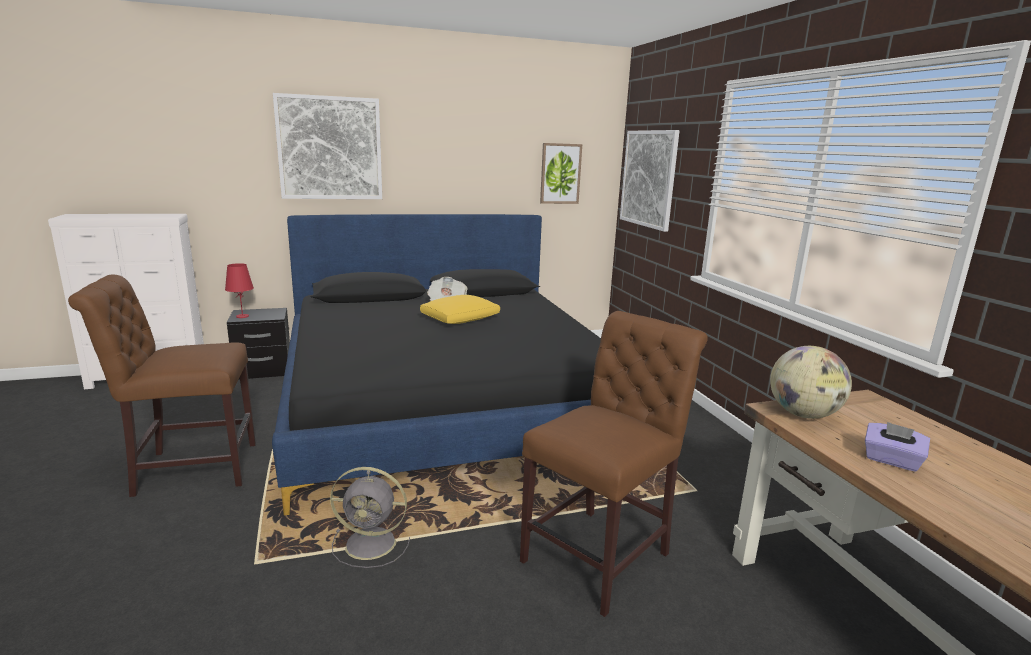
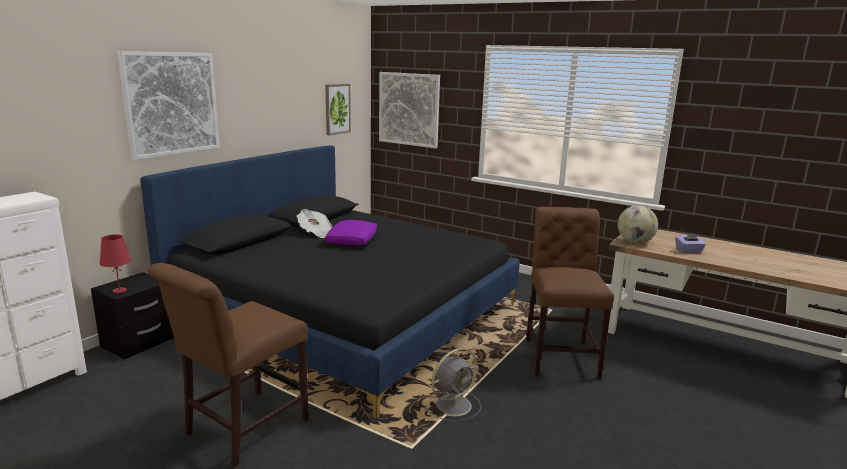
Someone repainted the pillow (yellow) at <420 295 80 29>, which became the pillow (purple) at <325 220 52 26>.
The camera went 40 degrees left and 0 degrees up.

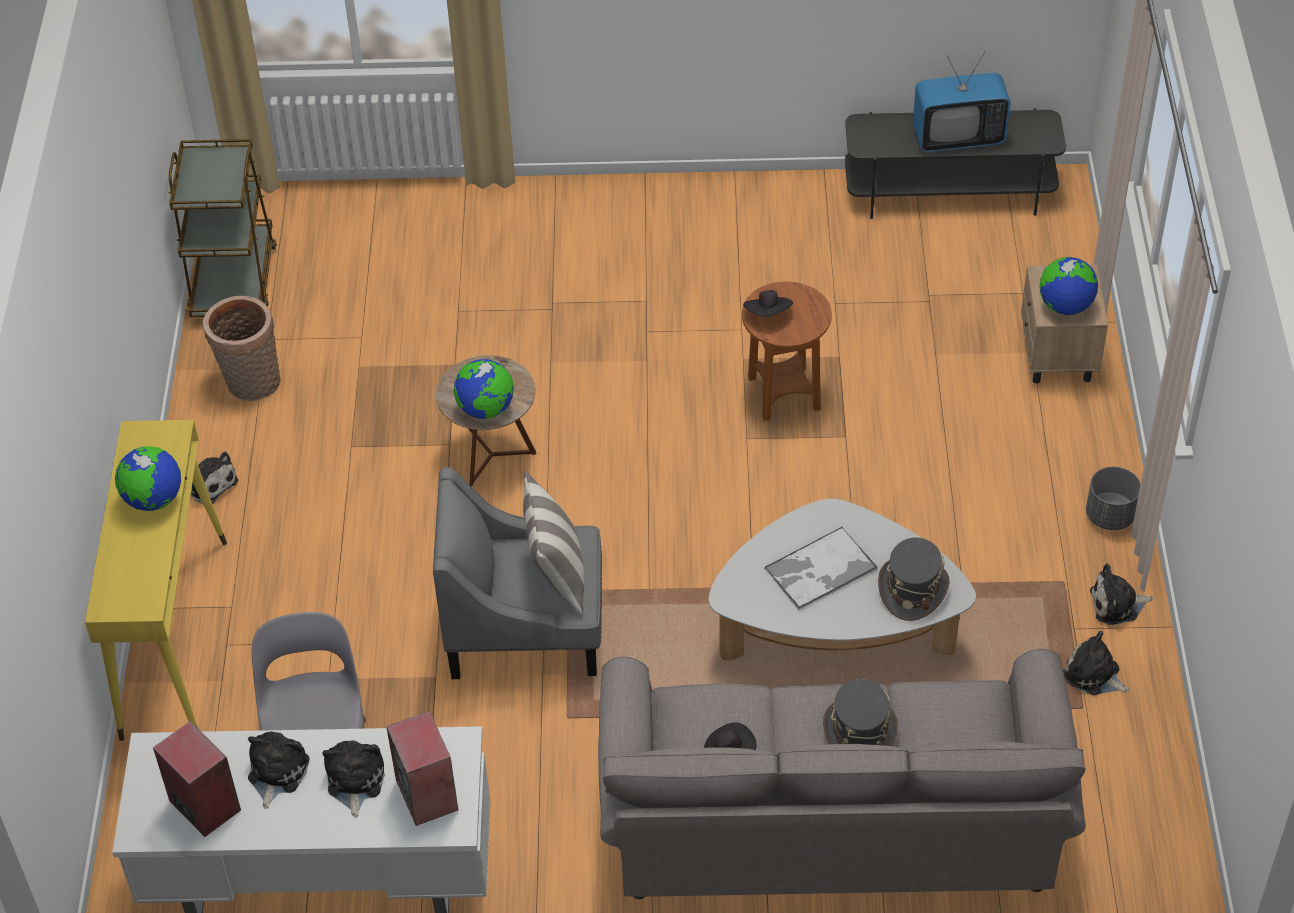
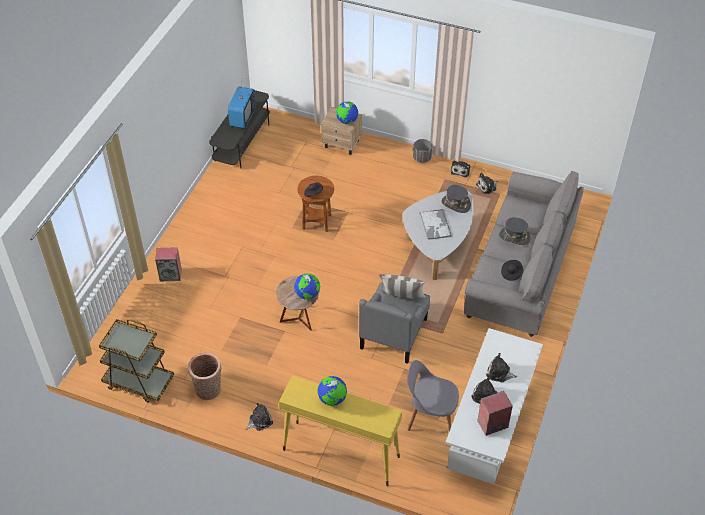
Someone carried the speaker from <386 711 72 115> to <155 247 27 34>.
The camera went 70 degrees left and 0 degrees up.

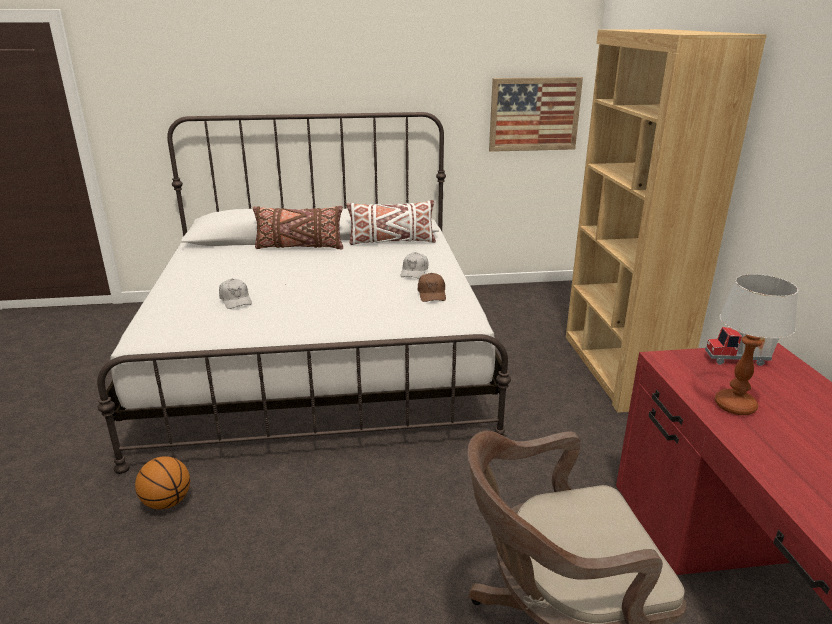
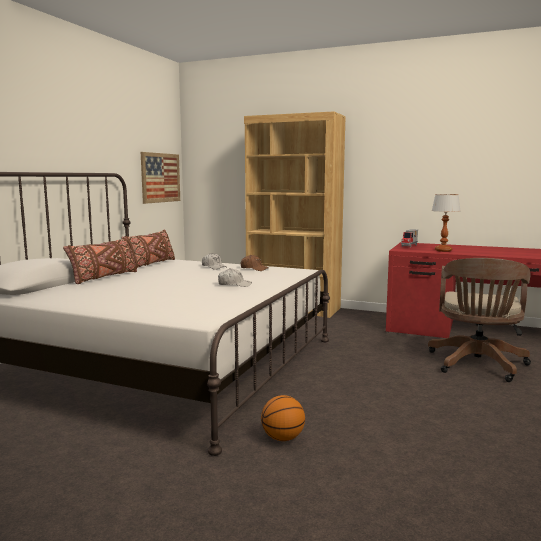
Someone repainted the pillow (white) at <346 200 90 45>, which became the pillow (brown) at <122 229 53 40>.
Someone carried the cap (white) from <219 279 33 30> to <218 268 34 19>.
The camera went 60 degrees left and 15 degrees down.

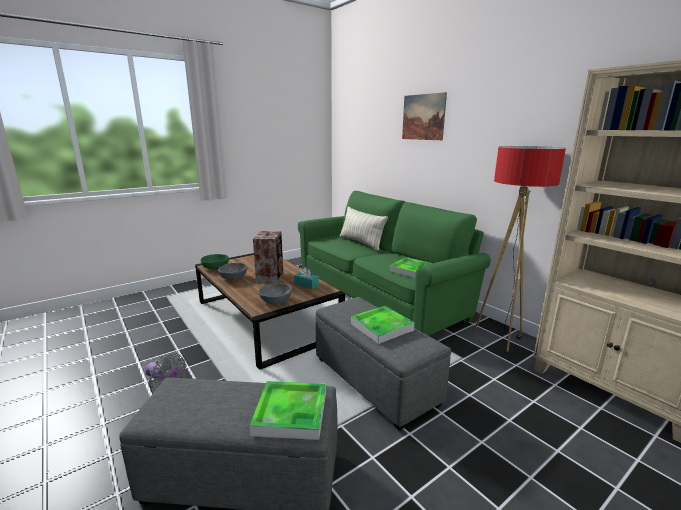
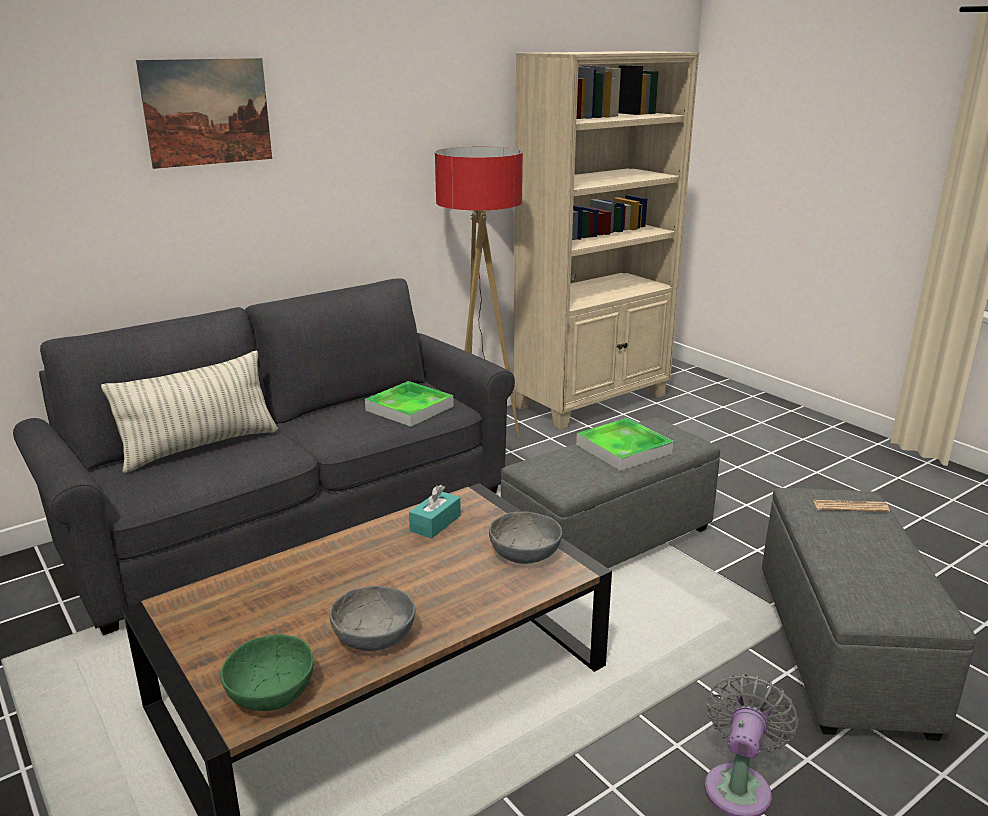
Someone repainted the sofa (green) at <298 191 193 145>, which became the sofa (grey) at <13 278 502 357>.
Someone took away the speaker at <253 231 30 52>.
Someone swapped the tray at <250 381 76 59> for the newspaper at <814 500 76 12>.
The camera went 90 degrees left and 5 degrees up.

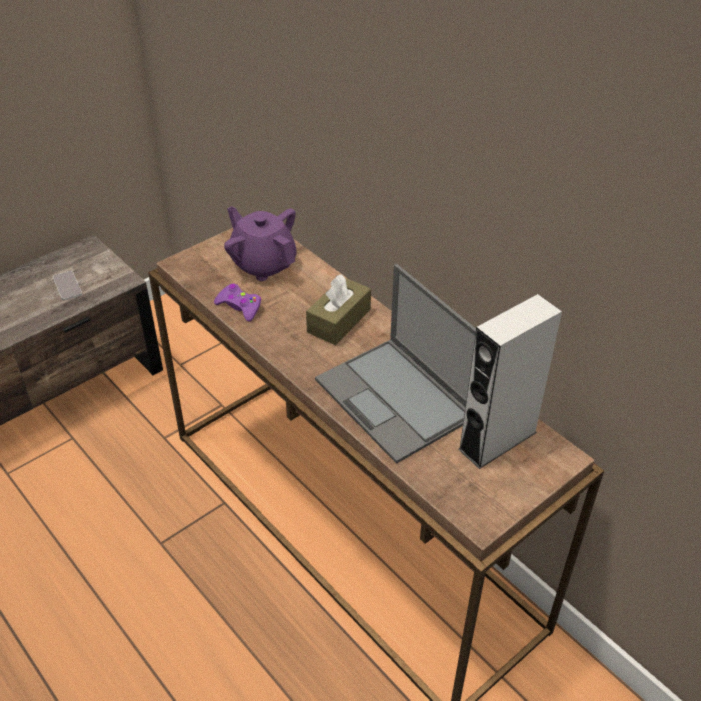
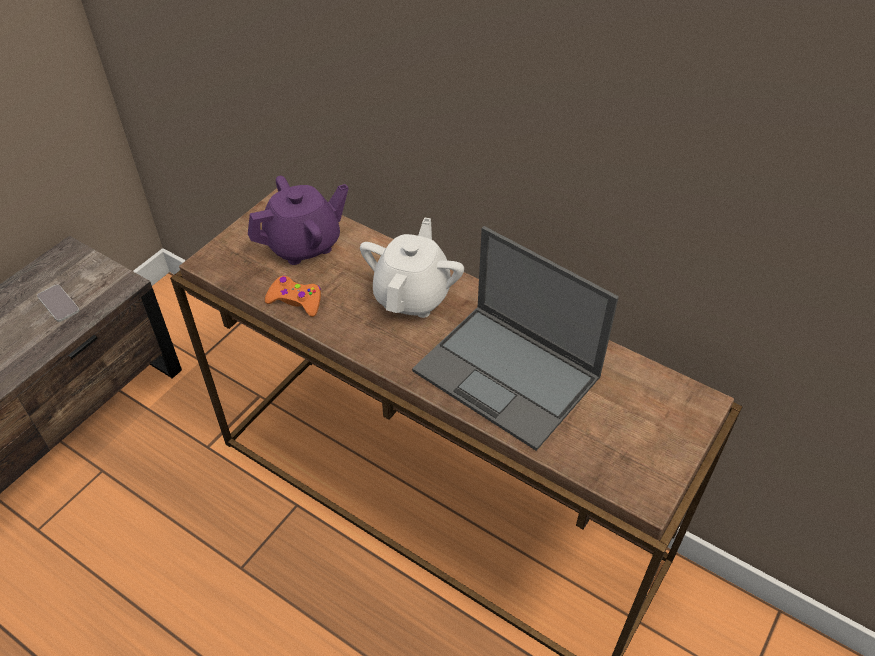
Someone rotated the teapot (purple) at <224 206 73 75> by 120 degrees clockwise.
Someone swapped the tissue box (brown) at <306 274 65 71> for the teapot (white) at <360 217 104 101>.
Someone repainted the game controller (purple) at <214 284 47 38>, which became the game controller (orange) at <265 276 56 41>.
Someone took away the speaker (grey) at <458 294 104 175>.
The camera went 15 degrees left and 5 degrees up.

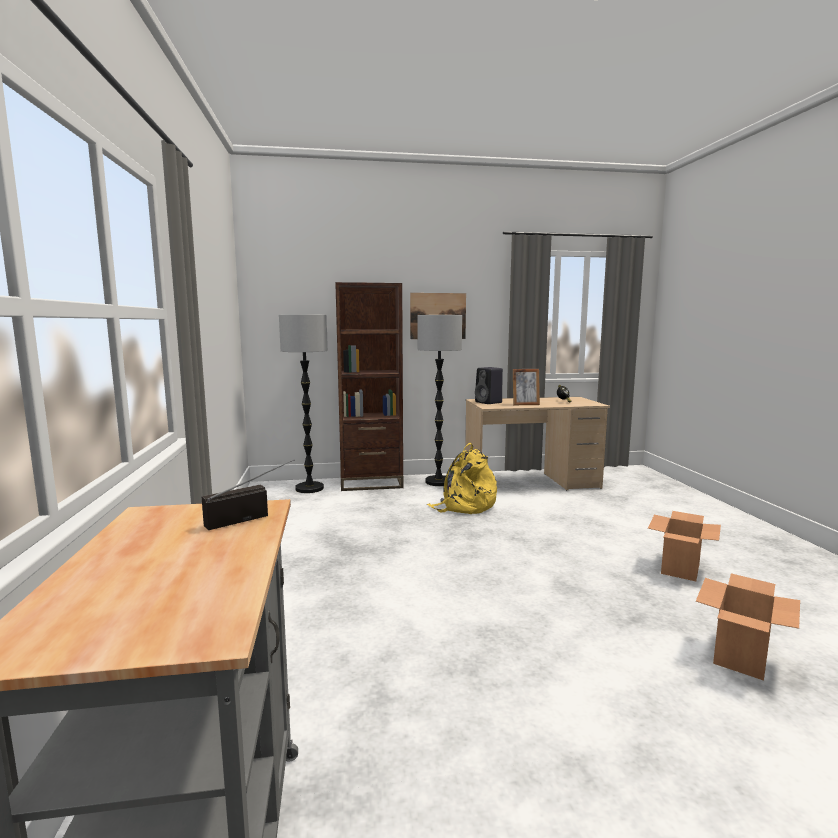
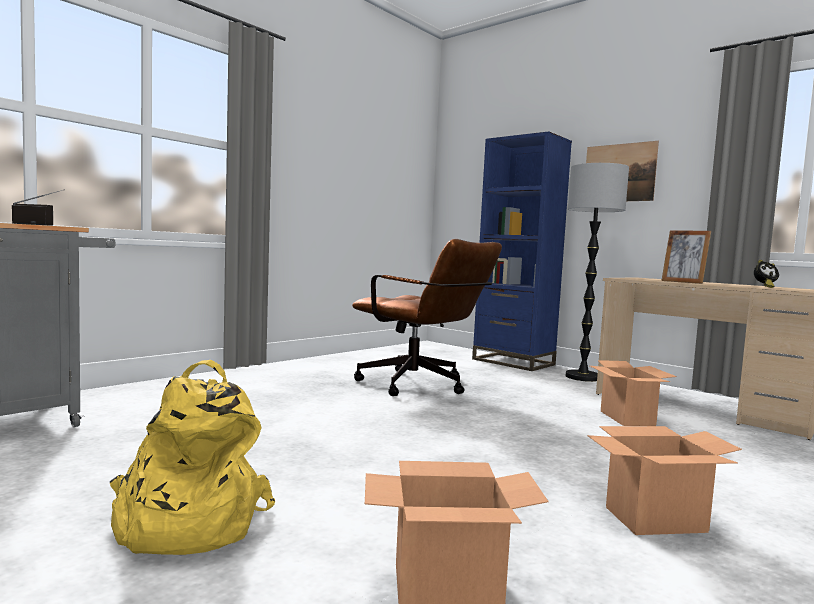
Someone repainted the bookcase (brown) at <335 282 69 209>, which became the bookcase (blue) at <472 131 100 240>.
Someone took away the floor lamp at <279 314 49 179>.
Someone took away the speaker (black) at <475 367 28 37>.
Someone carried the backpack (yellow) from <427 443 70 71> to <110 360 165 195>.
Someone put down the office chair (brown) at <352 239 150 157>.
Someone put down the cardboard box at <590 360 87 66>.
The camera went 50 degrees right and 5 degrees down.

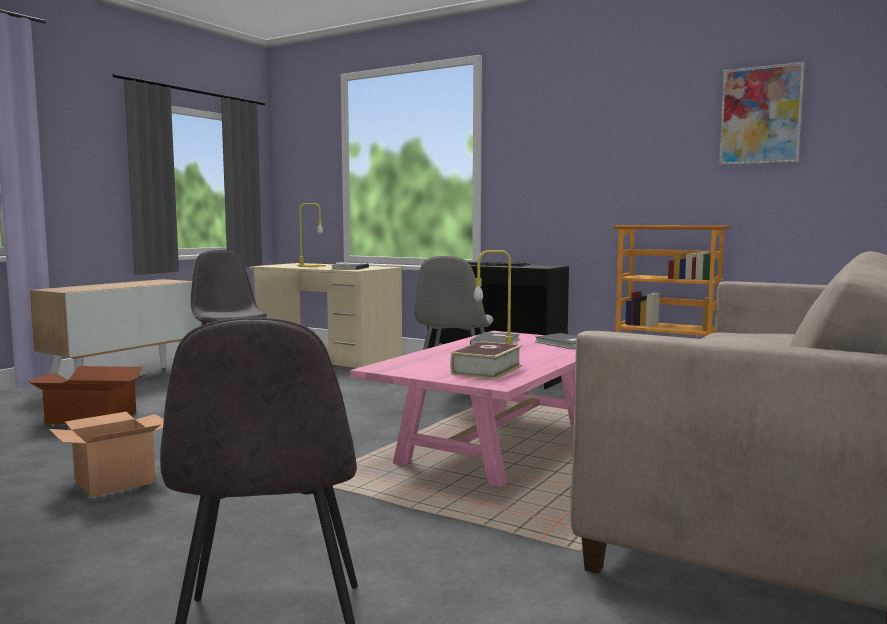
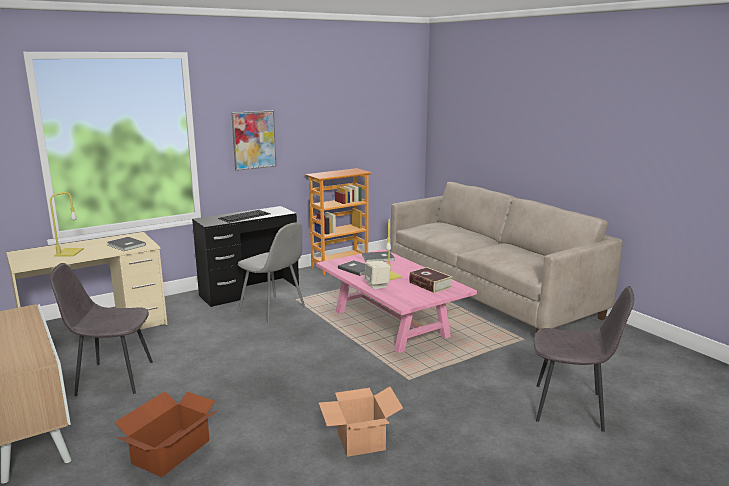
Someone carried the picture from <719 62 86 103> to <231 110 46 61>.
Someone put down the speaker (beige) at <364 261 27 28>.
The camera went 65 degrees left and 10 degrees up.

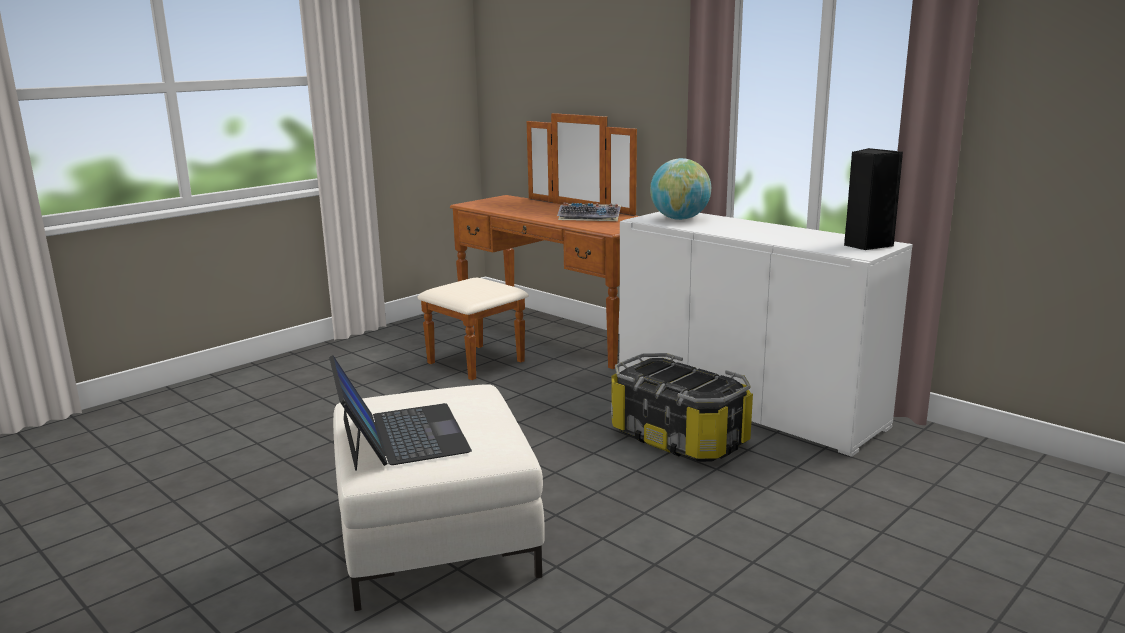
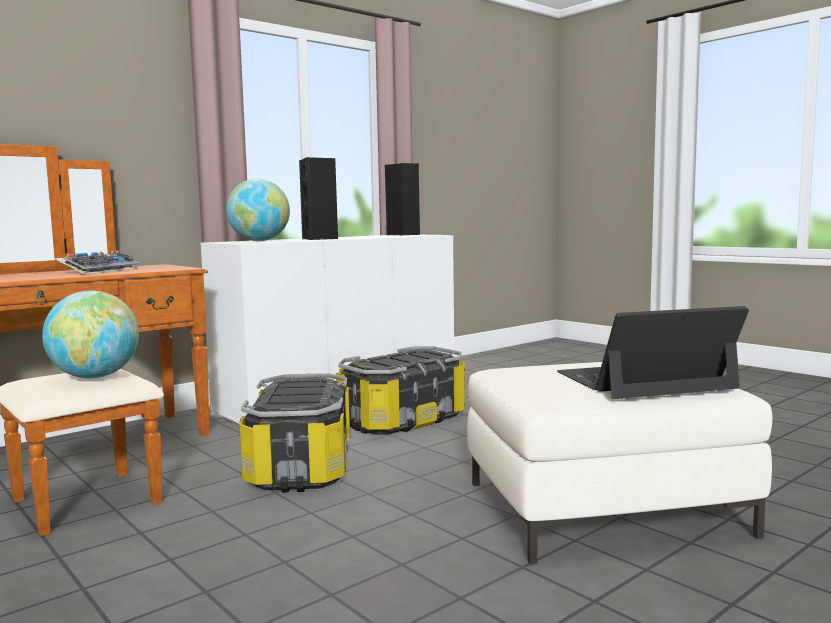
Someone put down the speaker (black) at <299 157 39 83>.
Someone put down the globe at <42 291 97 87>.
Someone put down the storage box at <239 373 111 120>.
The camera went 85 degrees left and 10 degrees down.

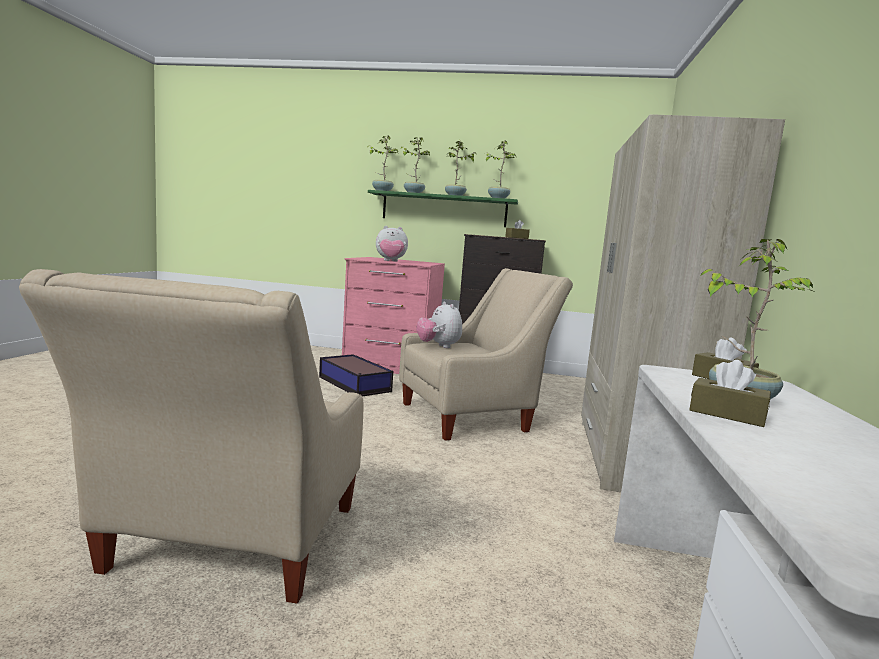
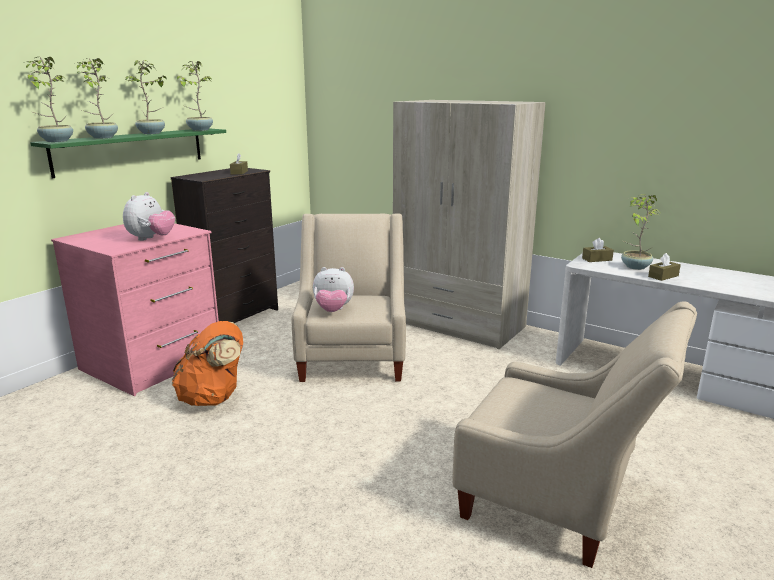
Someone swapped the storage box at <319 354 74 43> for the backpack (orange) at <172 321 71 85>.
The camera went 65 degrees left and 10 degrees up.

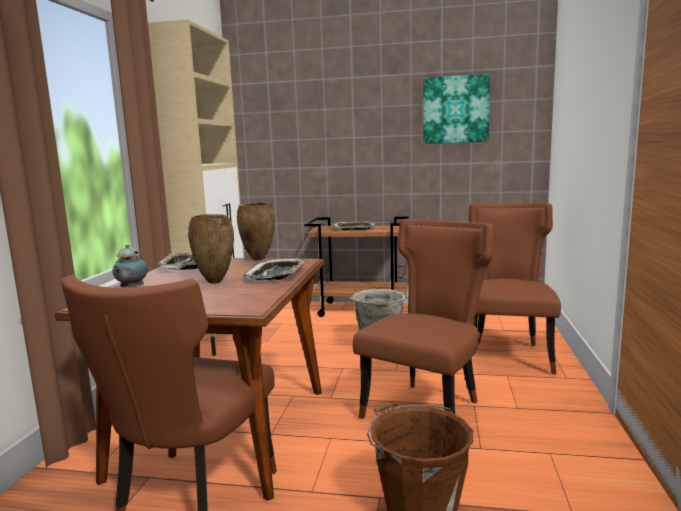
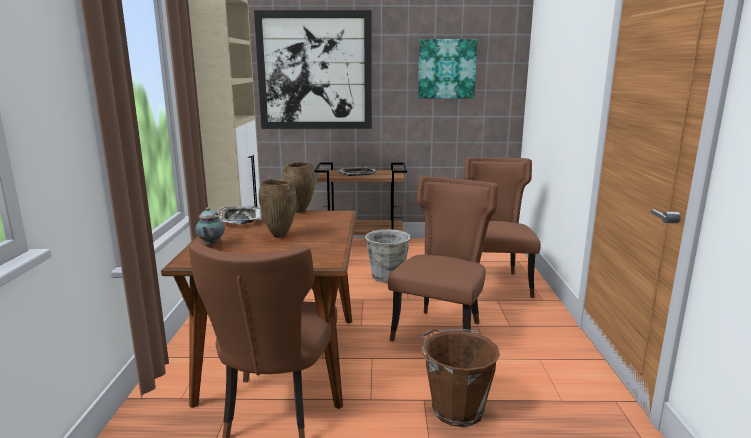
Someone took away the tray at <244 258 63 22>.
Someone put up the picture at <254 10 118 119>.
The camera went 10 degrees left and 5 degrees up.

